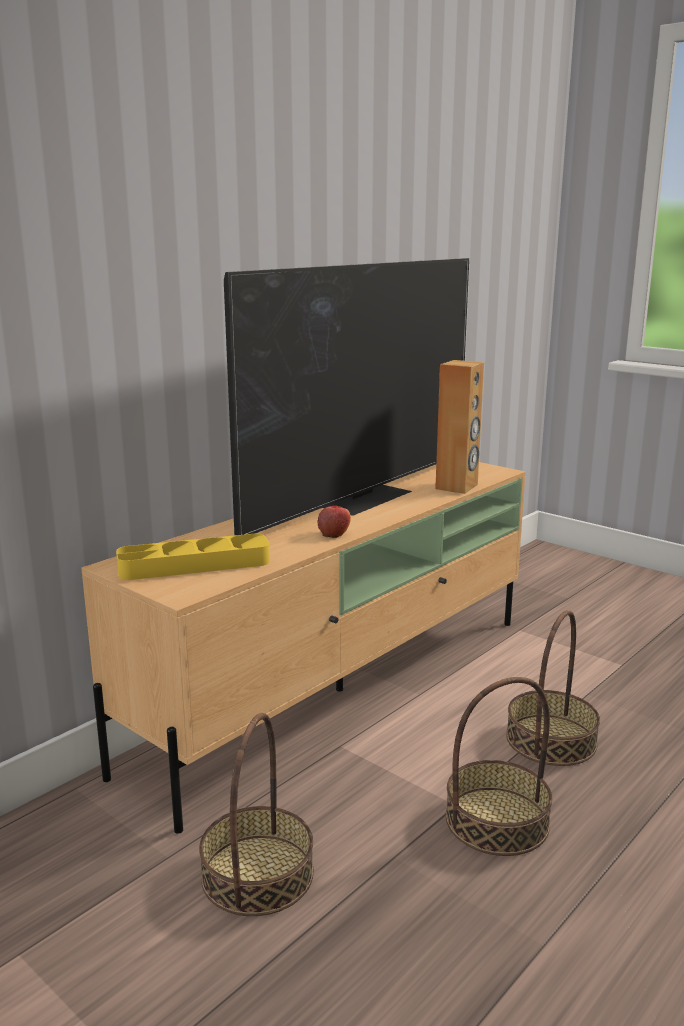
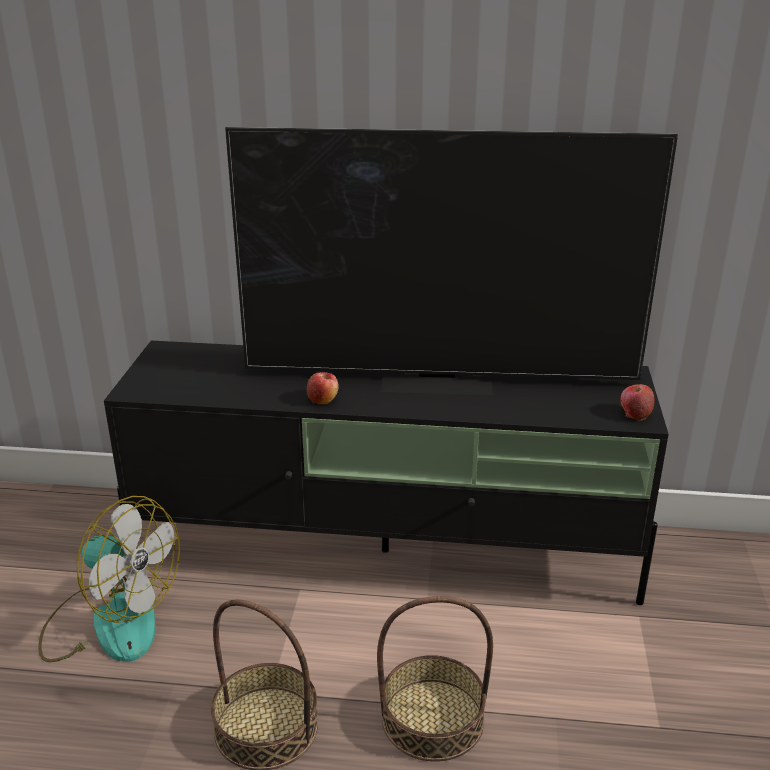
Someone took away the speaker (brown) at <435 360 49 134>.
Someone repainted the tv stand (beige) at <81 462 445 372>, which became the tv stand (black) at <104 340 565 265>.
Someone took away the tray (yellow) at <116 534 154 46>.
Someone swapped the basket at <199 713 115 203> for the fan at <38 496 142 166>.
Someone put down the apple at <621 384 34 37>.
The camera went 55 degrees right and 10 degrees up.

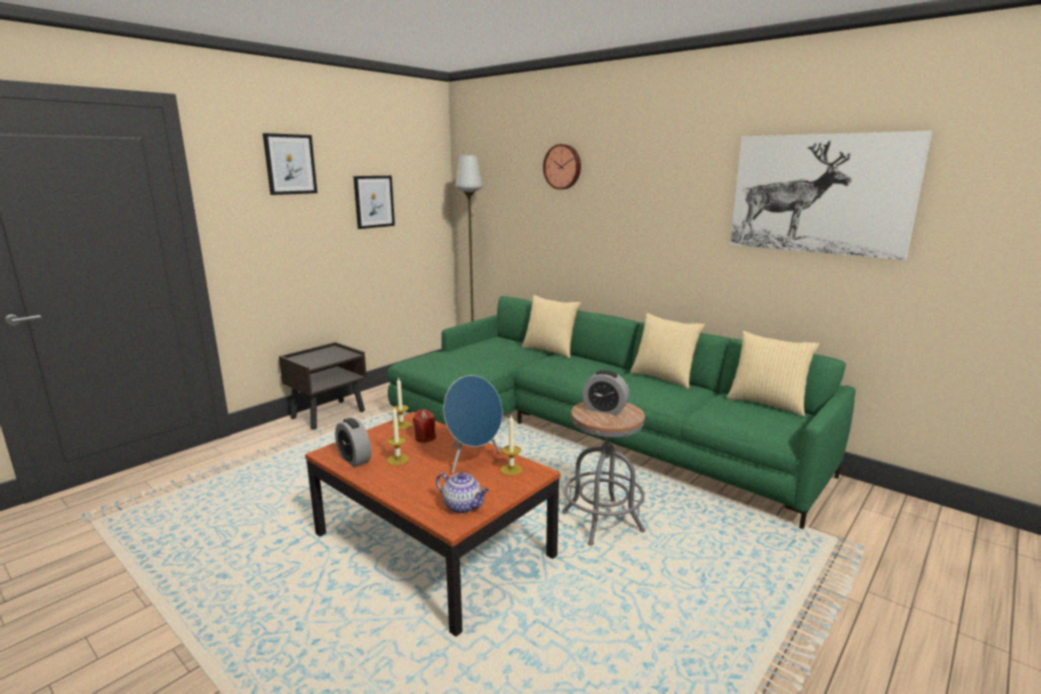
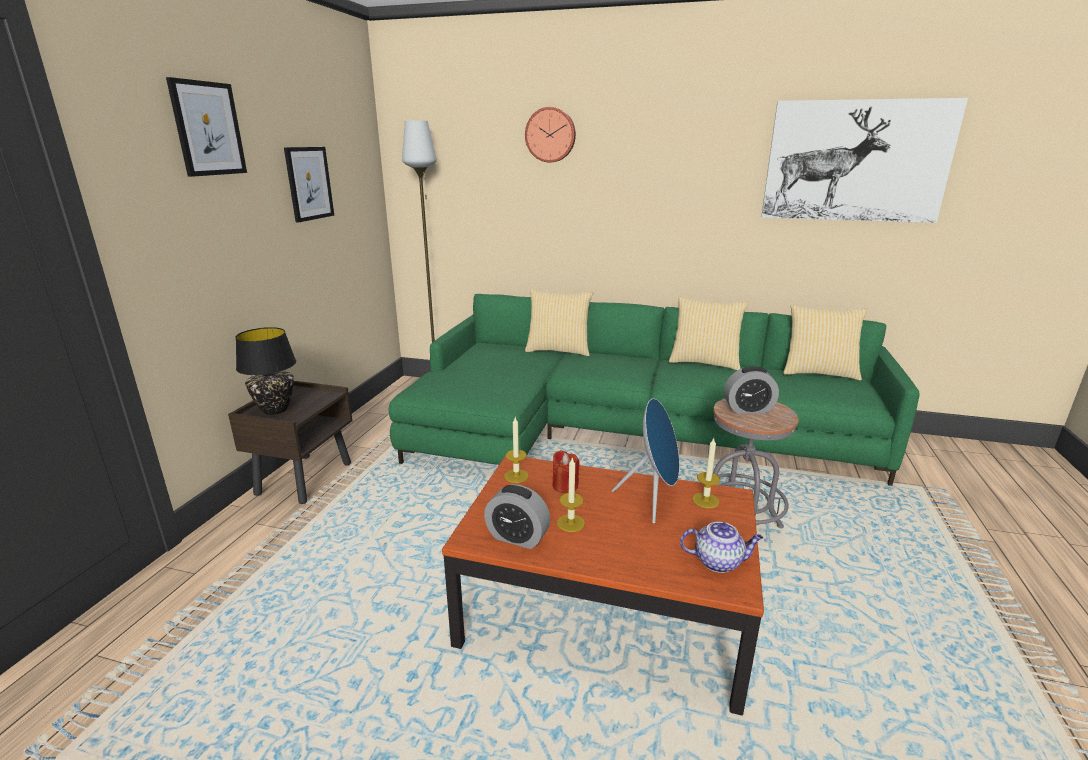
Someone put down the table lamp (black) at <236 327 60 88>.
The camera went 25 degrees left and 5 degrees up.

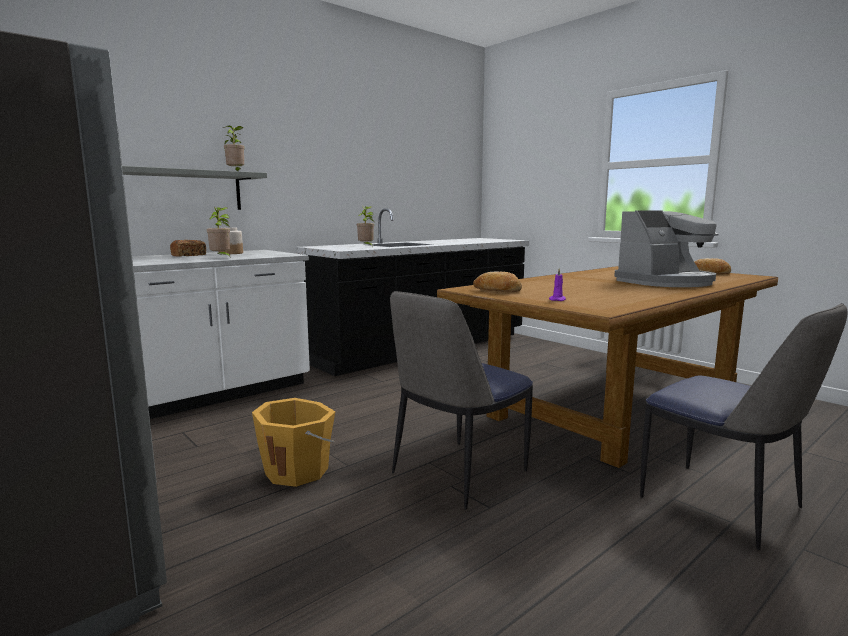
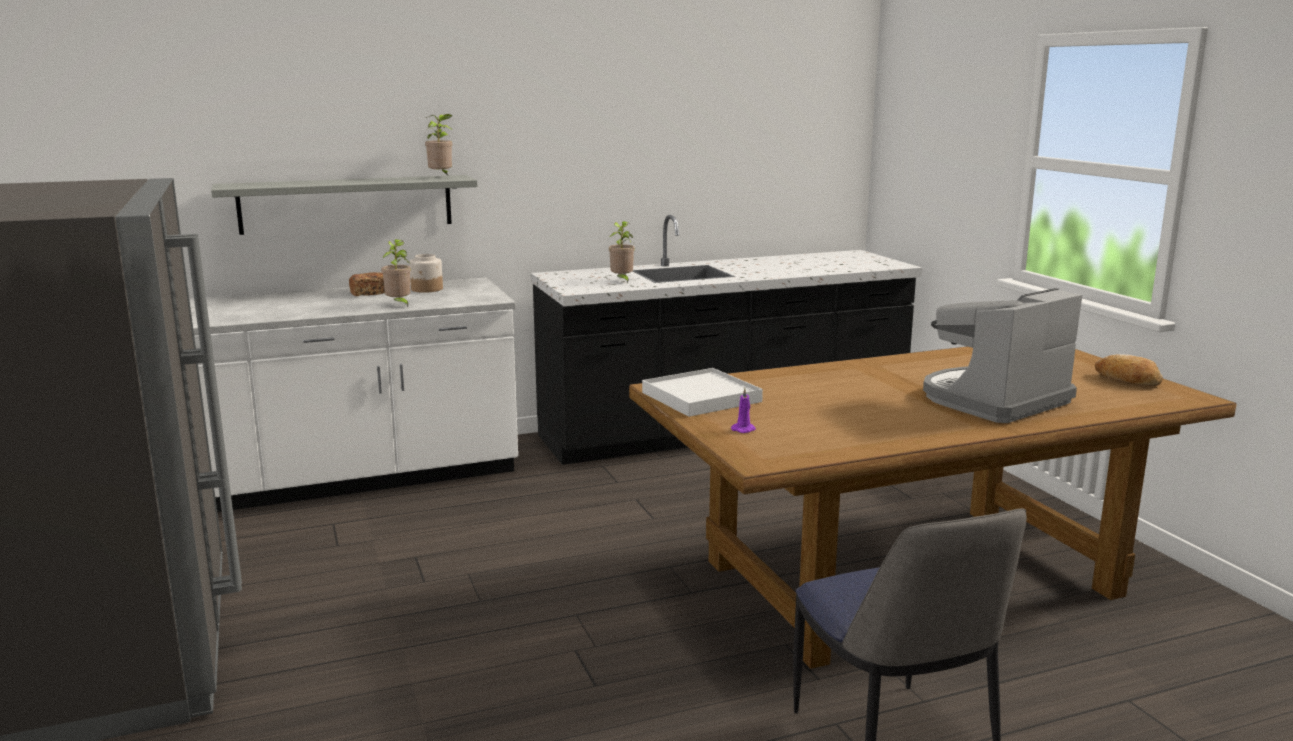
Someone rotated the coffee machine at <614 210 105 77> by 150 degrees clockwise.
Someone swapped the bread at <473 271 49 21> for the tray (white) at <642 368 121 49>.
Someone took away the chair at <390 291 143 219>.
Someone took away the bucket (orange) at <252 398 83 89>.
The camera went 20 degrees right and 5 degrees up.

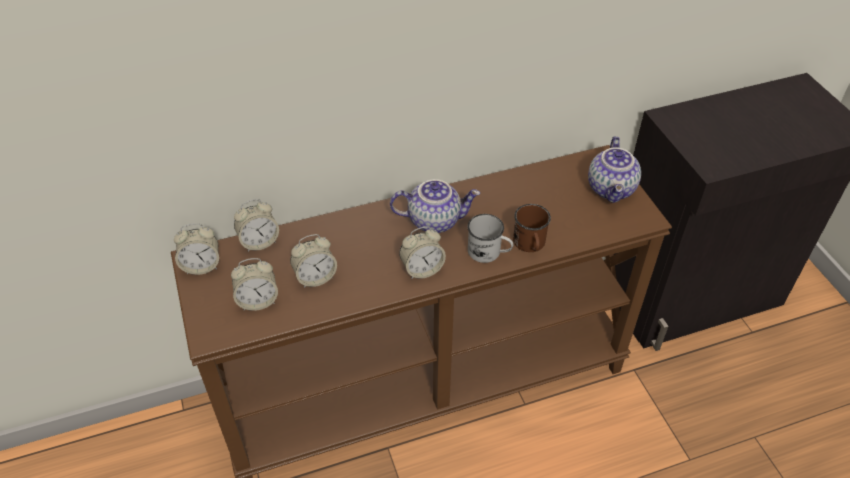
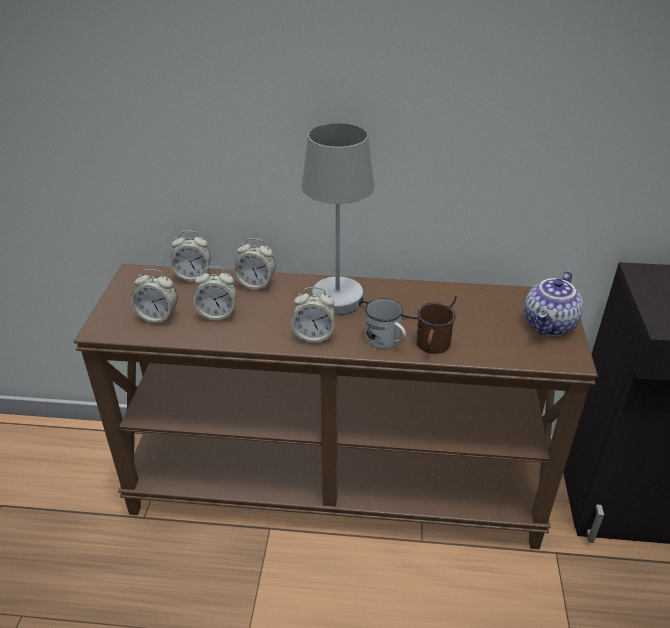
Someone swapped the teapot at <390 179 90 54> for the table lamp (grey) at <302 123 155 196>.
Someone carried the alarm clock from <174 224 45 51> to <233 238 43 52>.
The camera went 25 degrees right and 10 degrees down.

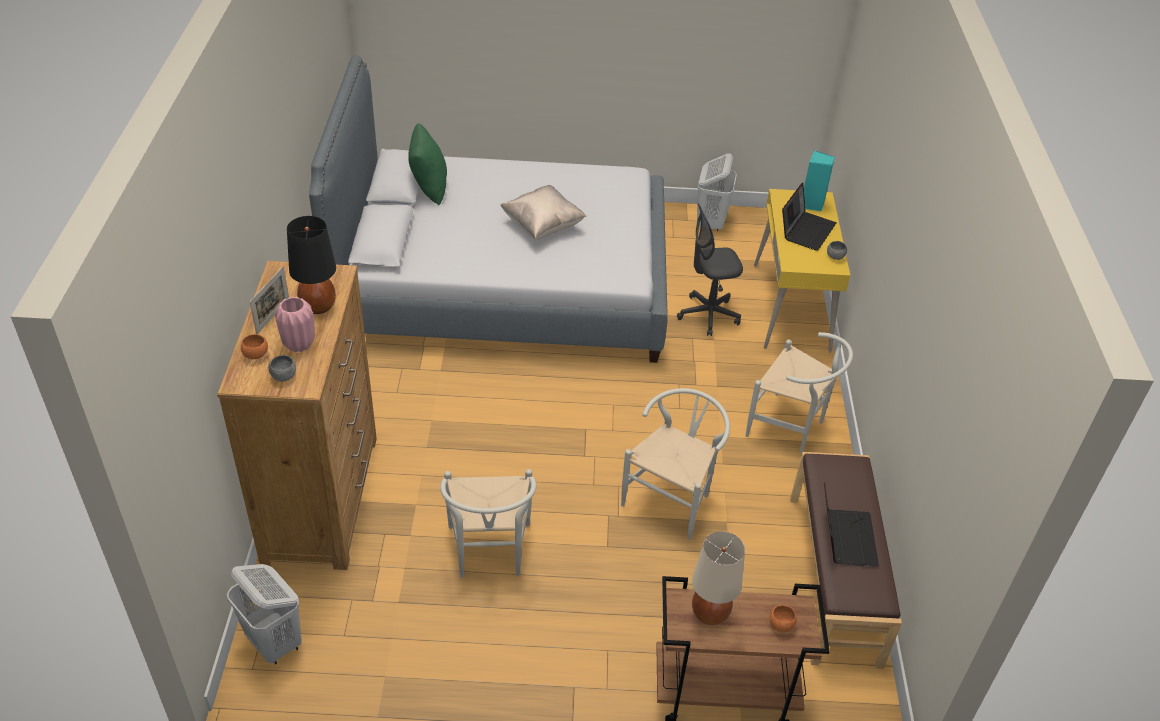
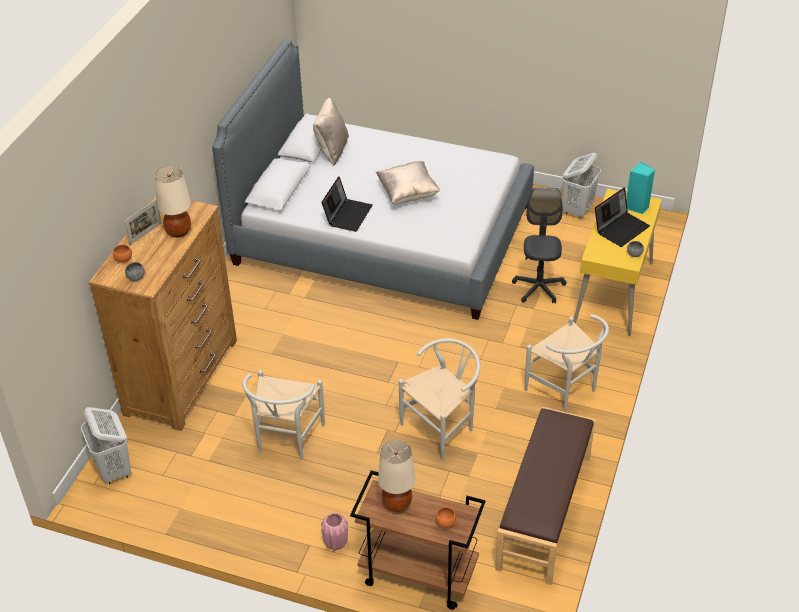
Someone repainted the pillow (green) at <408 123 39 83>, which became the pillow (beige) at <313 98 36 68>.
Someone rotated the office chair (grey) at <677 203 66 133> by 90 degrees clockwise.
Someone repainted the table lamp (black) at <287 216 49 98>, which became the table lamp (beige) at <155 166 36 72>.
Someone carried the vase (pink) from <275 297 40 55> to <321 513 27 37>.
Someone carried the laptop from <824 482 55 85> to <321 176 51 56>.
The camera went 20 degrees right and 0 degrees up.

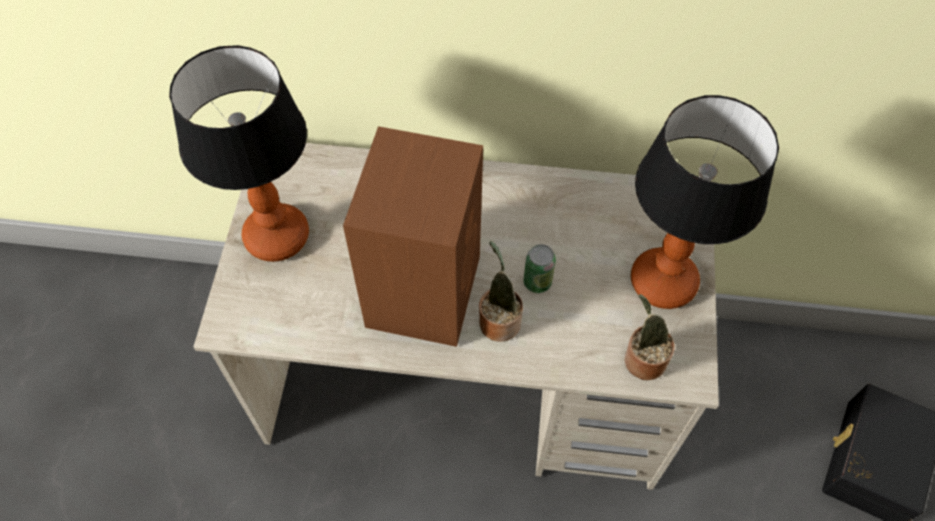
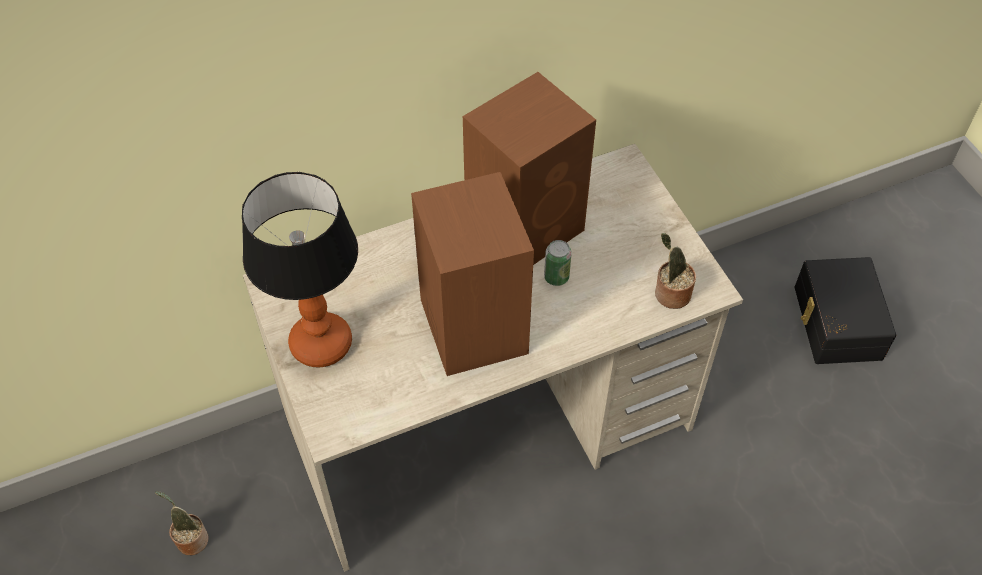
Someone took away the table lamp at <631 95 148 214>.
Someone carried the potted plant from <479 241 44 101> to <155 491 54 64>.
Someone put down the speaker (brown) at <463 72 133 193>.
The camera went 30 degrees left and 5 degrees down.

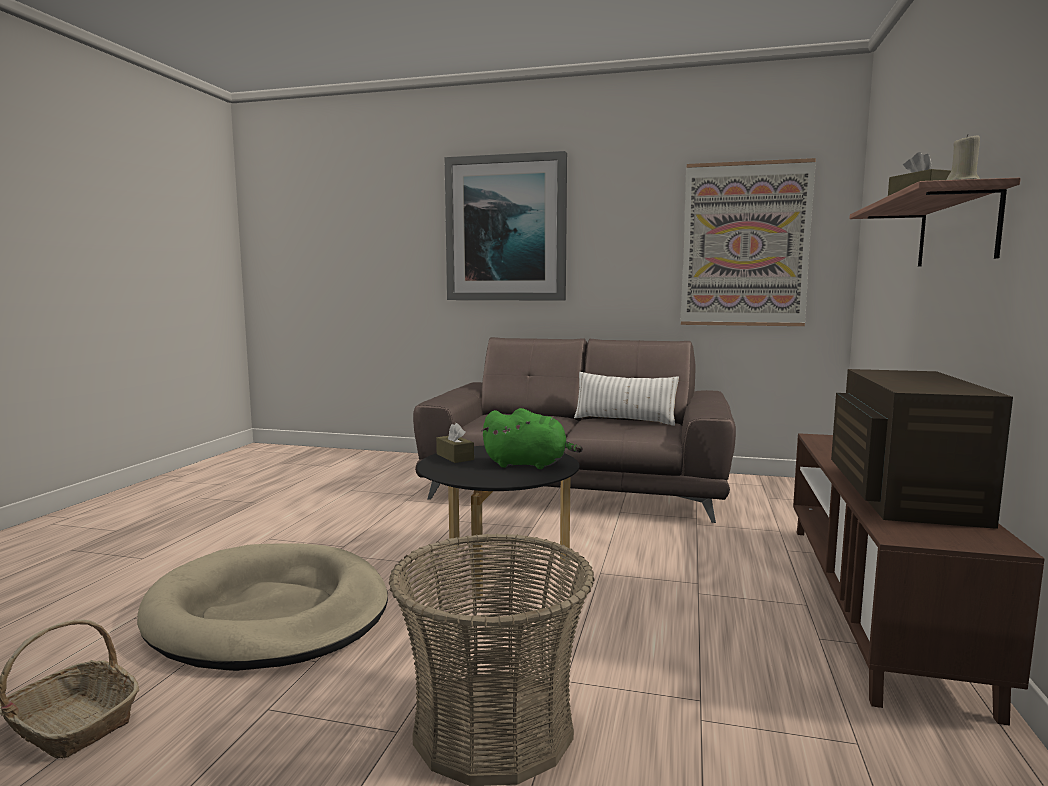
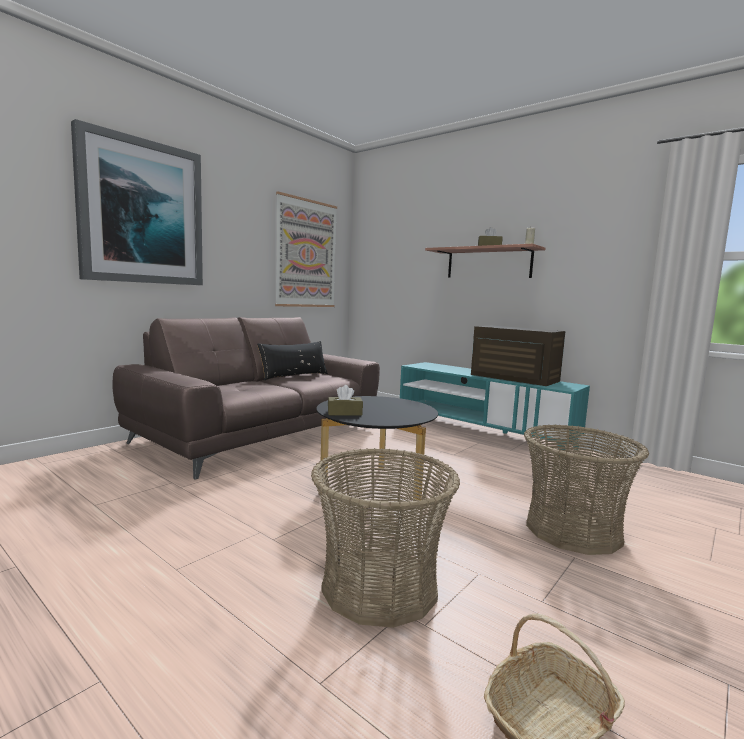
Someone repainted the pillow (white) at <574 372 105 54>, which became the pillow (black) at <257 341 71 39>.
Someone took away the plush toy (green) at <481 408 102 61>.
Someone repainted the tv stand (brown) at <793 433 252 293>, which became the tv stand (turquoise) at <400 362 190 96>.
Someone swapped the dog bed (beige) at <137 543 251 128> for the basket at <311 448 149 180>.
The camera went 65 degrees left and 0 degrees up.

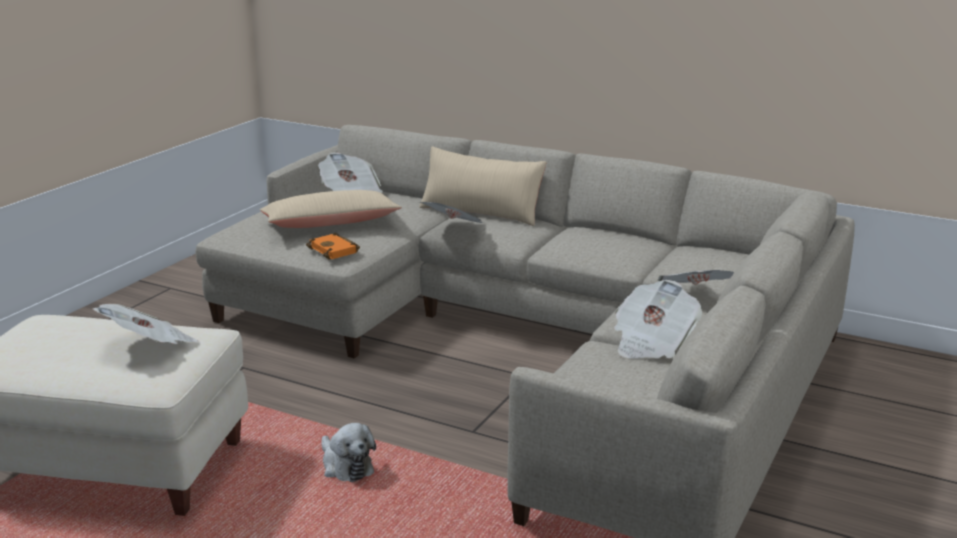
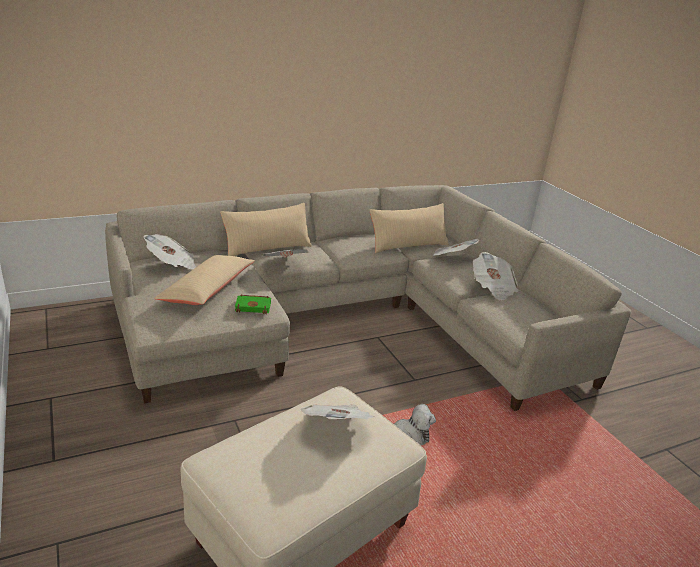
Someone repainted the book (orange) at <306 233 54 27>, which became the book (green) at <235 294 36 20>.
Someone put down the pillow (beige) at <370 203 79 50>.
The camera went 55 degrees left and 5 degrees up.

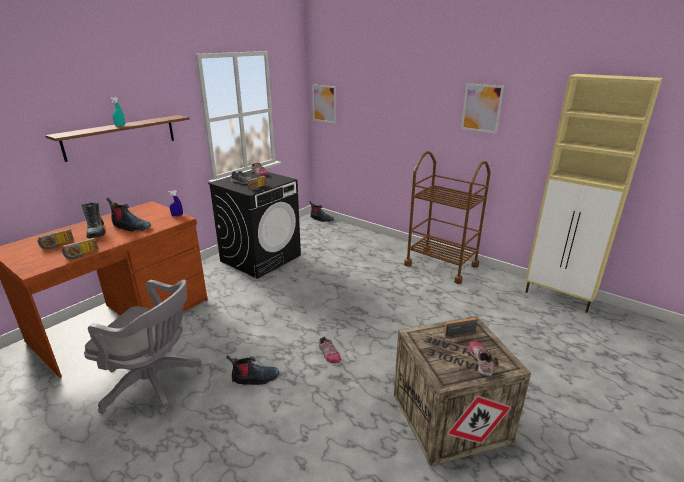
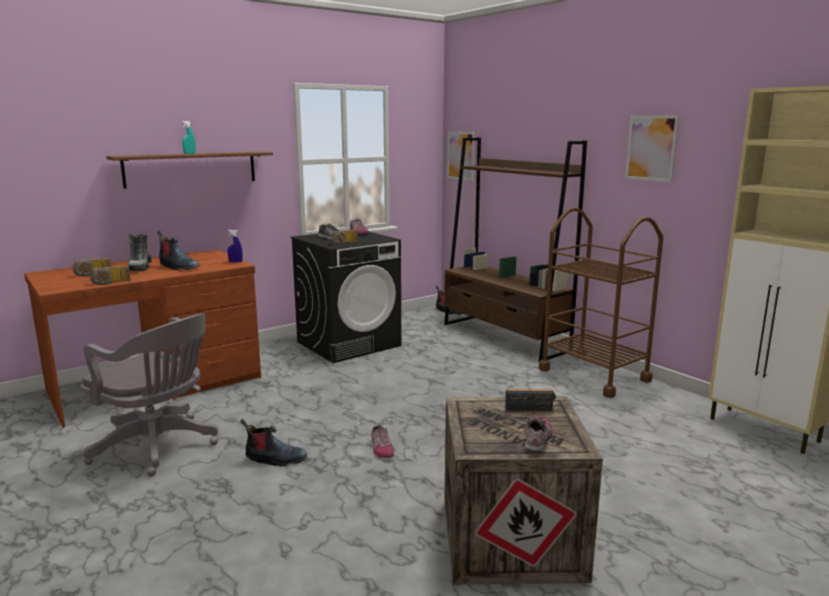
Someone put down the bookcase (brown) at <444 137 143 224>.
The camera went 15 degrees right and 10 degrees down.

